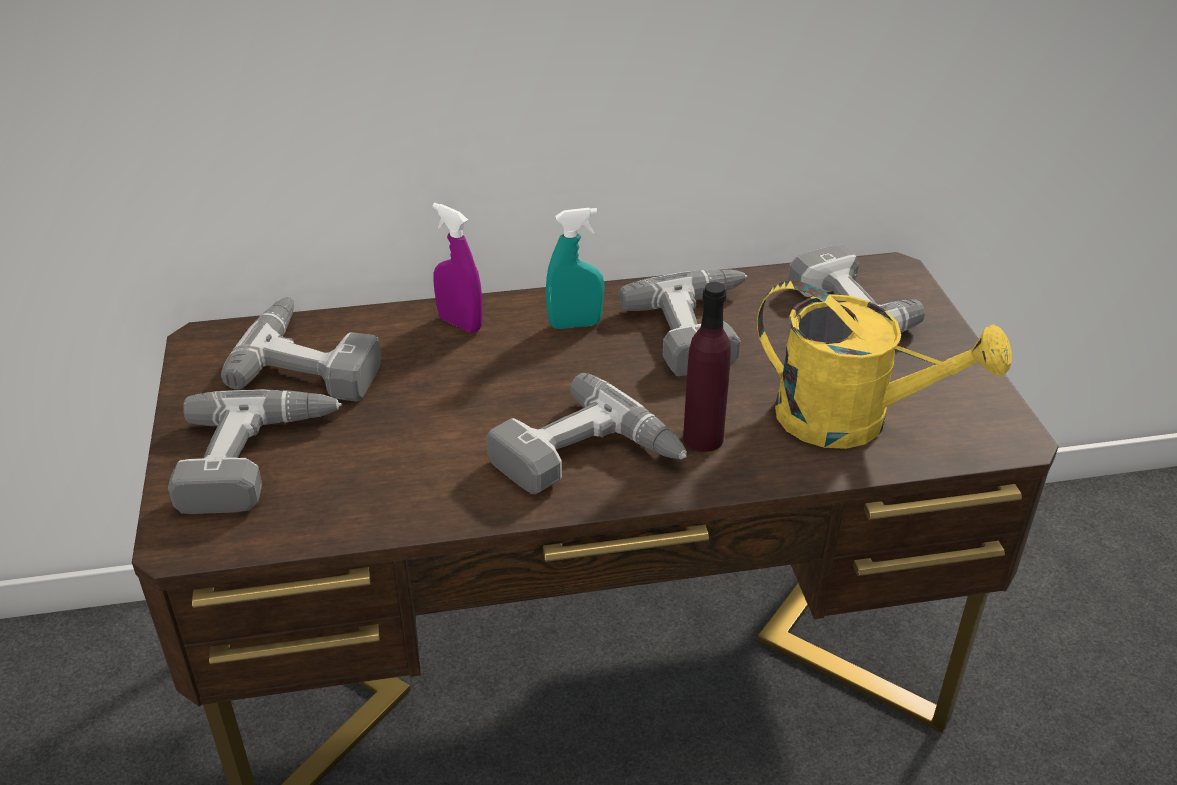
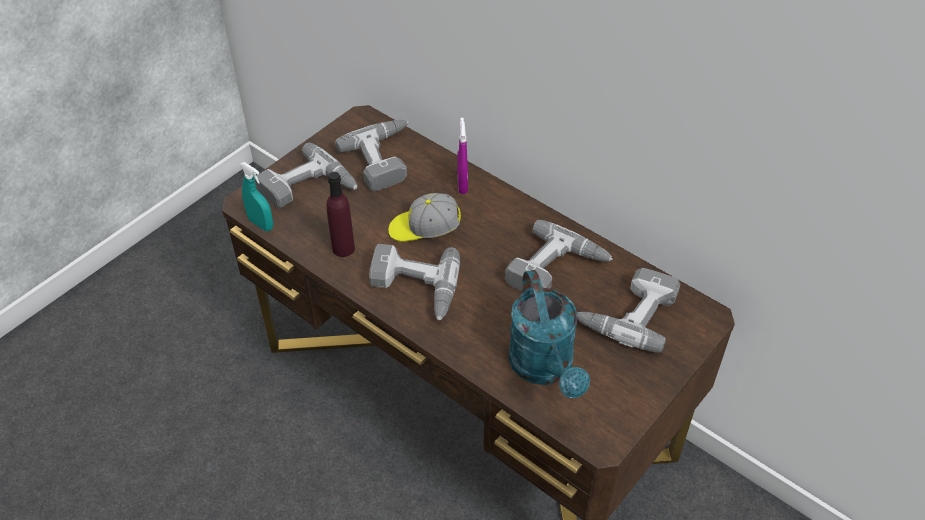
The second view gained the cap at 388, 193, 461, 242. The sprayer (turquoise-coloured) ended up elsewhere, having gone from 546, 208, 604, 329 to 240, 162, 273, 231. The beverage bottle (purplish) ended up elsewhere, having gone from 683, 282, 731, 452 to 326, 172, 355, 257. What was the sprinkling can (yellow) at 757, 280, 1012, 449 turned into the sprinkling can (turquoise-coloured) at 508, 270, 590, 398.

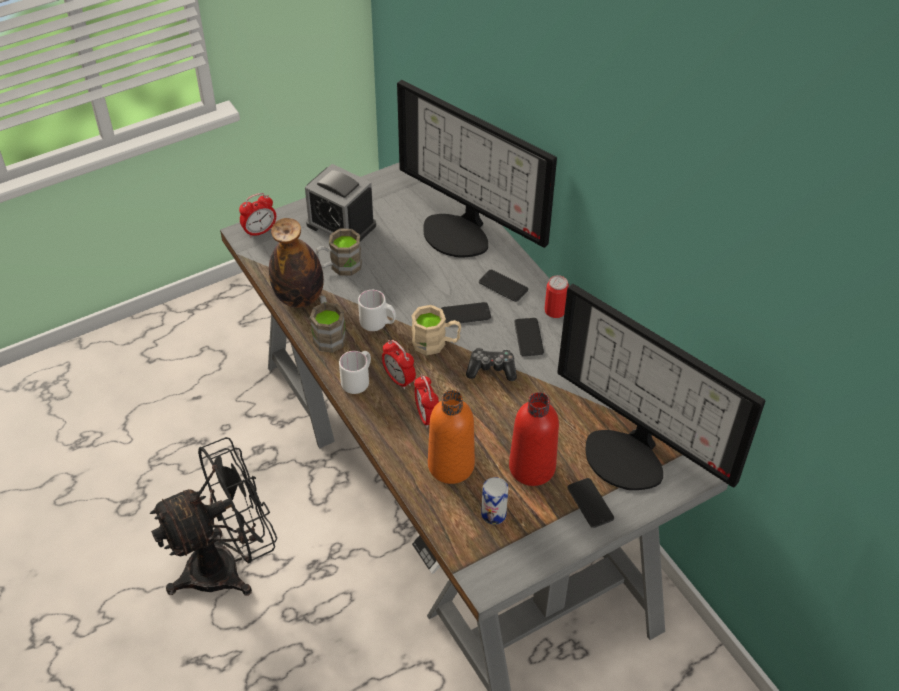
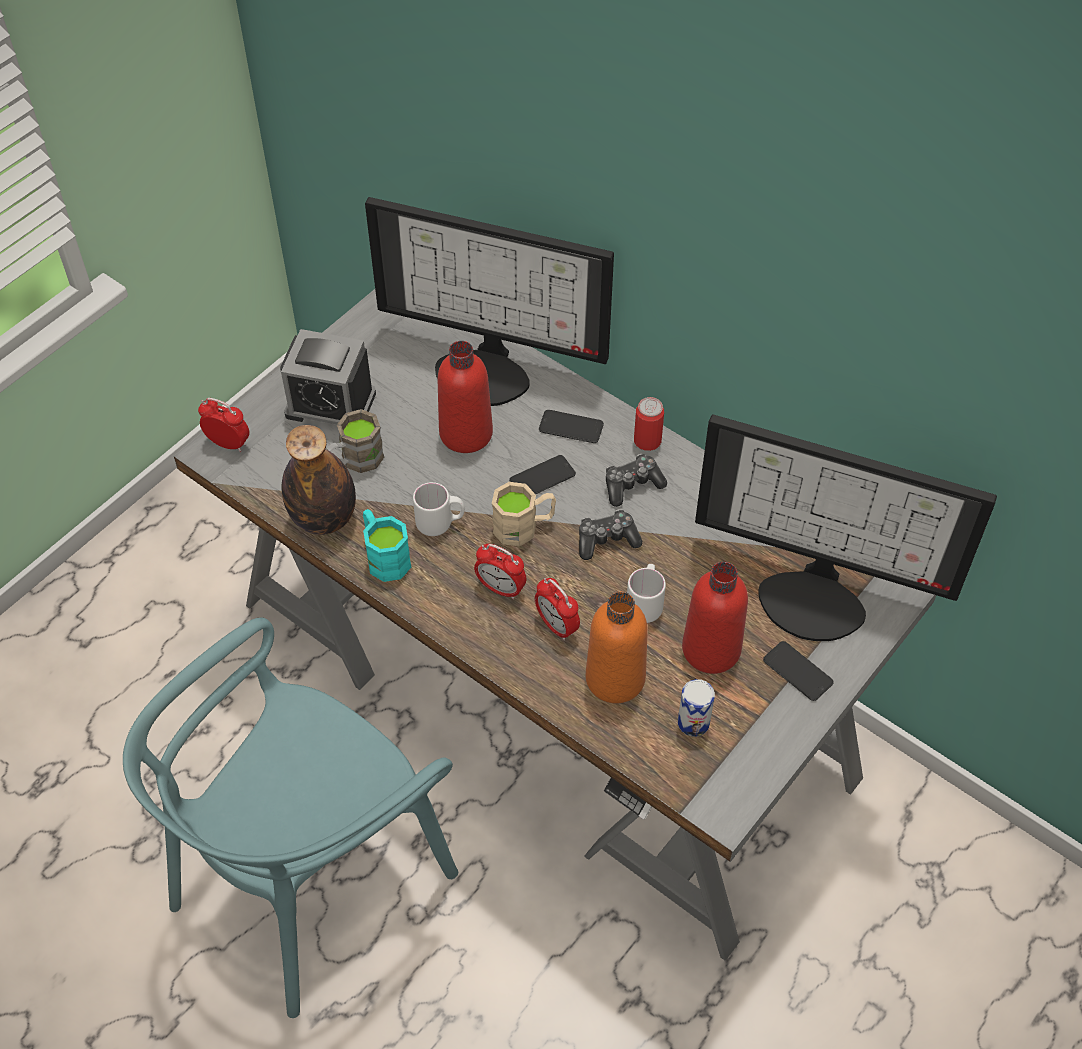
The second view gained the beverage bottle (red-coloured) at 437, 341, 493, 453. The tea mug (whitish) ended up elsewhere, having gone from 339, 351, 371, 394 to 627, 564, 666, 623. Where the electric fan (blackish) stood at 150, 437, 277, 595, the upright chair (turquoise-coloured) came to stand at 123, 618, 458, 1018. Where the phone stood at 514, 318, 544, 356, the joypad came to stand at 606, 454, 667, 507. What was the tea mug (brownish) at 310, 295, 346, 353 turned into the tea mug (turquoise-coloured) at 363, 509, 411, 582. The table clock at 239, 193, 276, 238 ended up facing another way, 105 degrees counterclockwise from before.

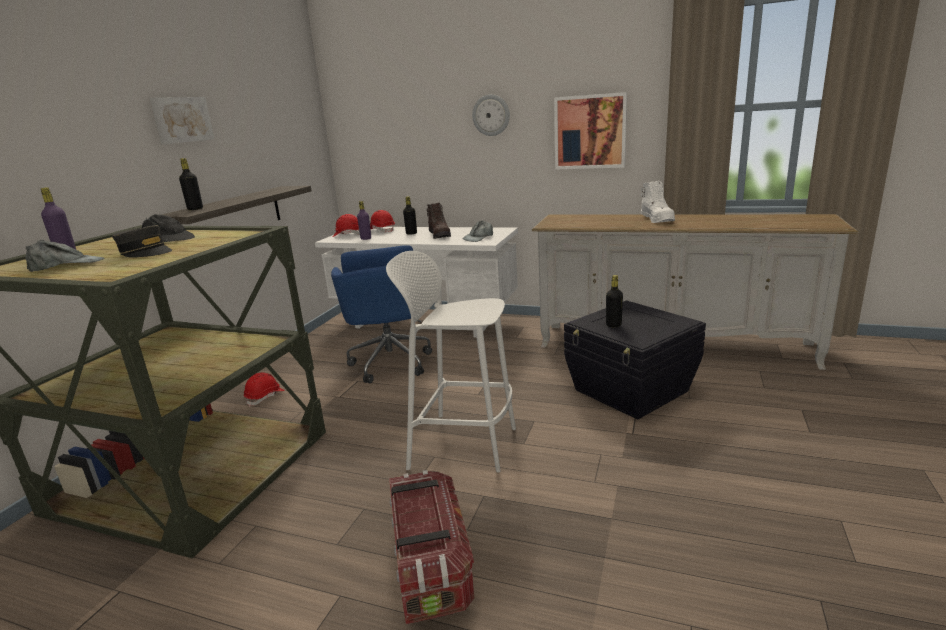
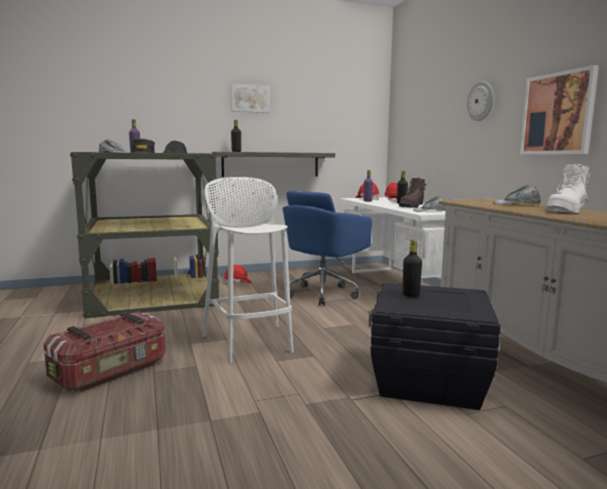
The second view gained the cap (gray) at 493, 185, 541, 205.

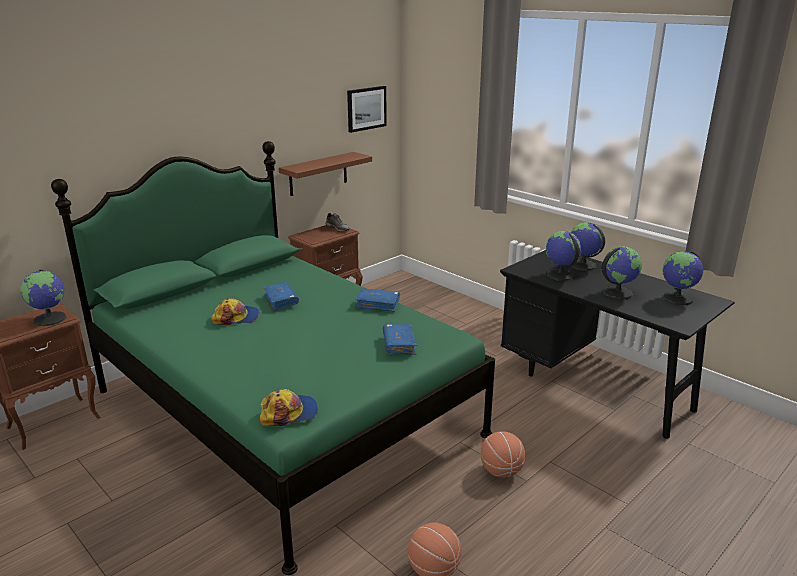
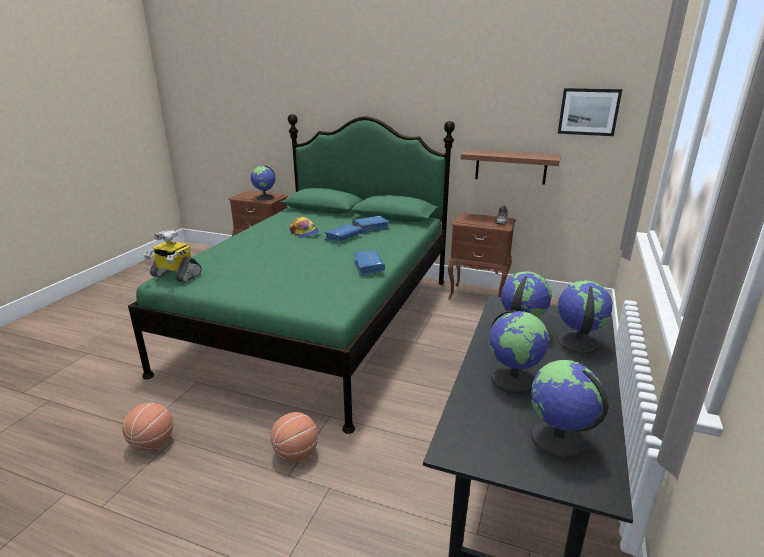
The book (blue-coloured) ended up elsewhere, having gone from 383, 324, 417, 355 to 353, 216, 389, 233. Where the cap stood at 259, 389, 318, 426, the robot figure came to stand at 144, 229, 202, 283.

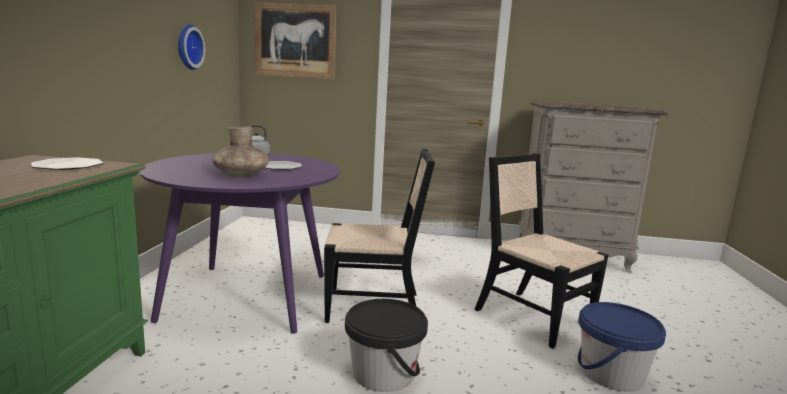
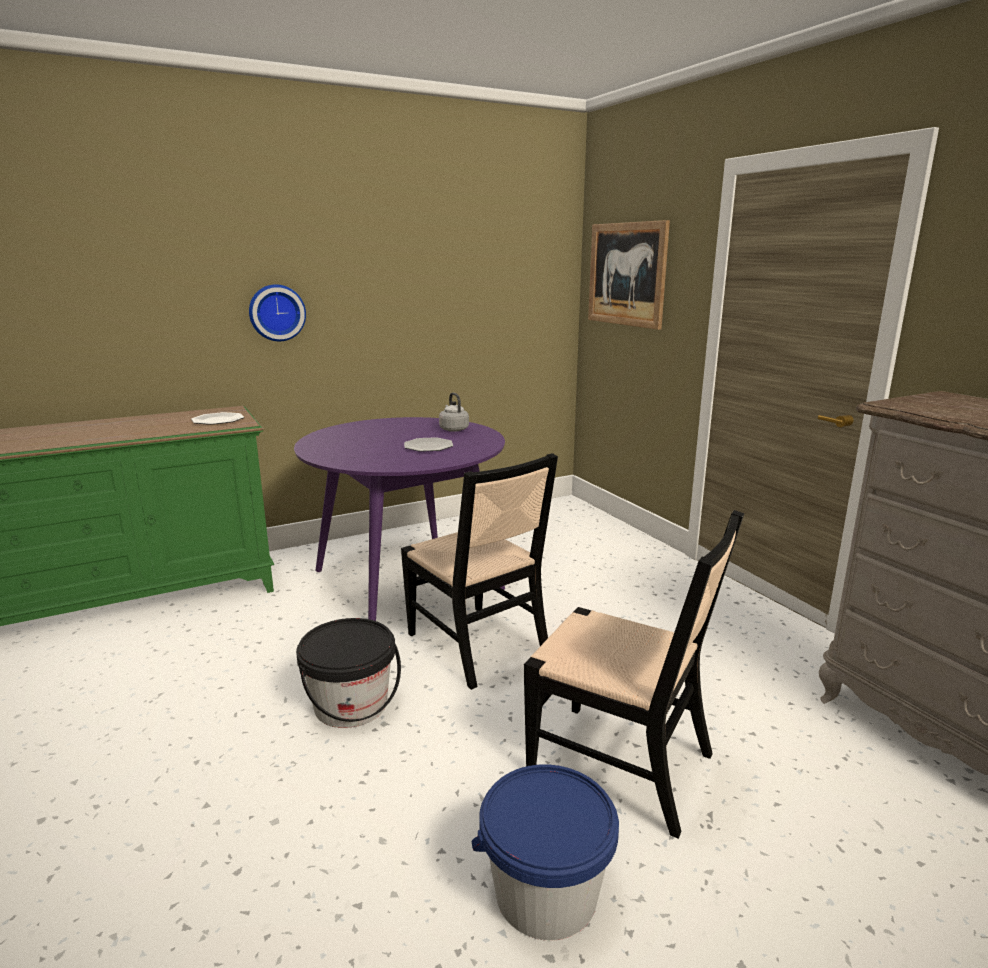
The second view lost the decorative vase (brownish) at 212, 126, 269, 177. The hanging clock ended up elsewhere, having gone from 178, 25, 205, 70 to 249, 284, 306, 341. The upright chair at 474, 153, 608, 349 ended up facing another way, 105 degrees clockwise from before.

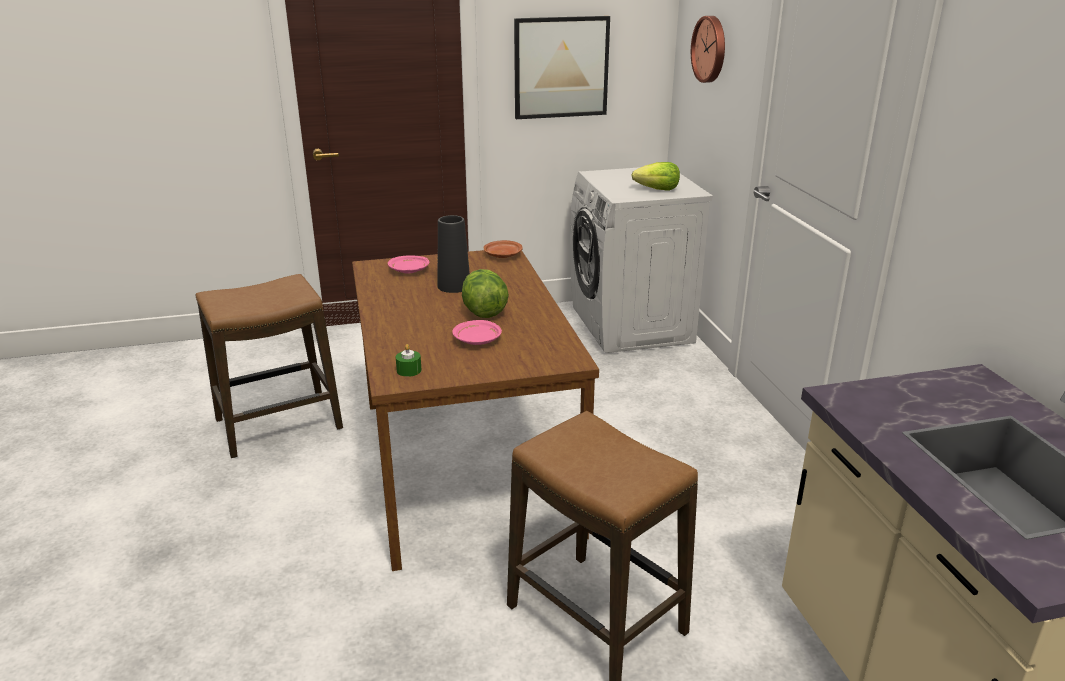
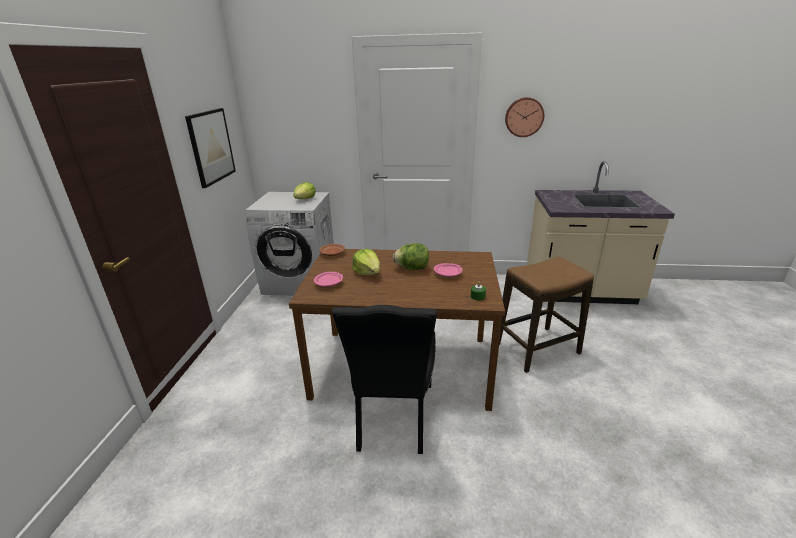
The second view lost the stool at 196, 274, 343, 458. The second view gained the upright chair (blackish) at 332, 305, 437, 454. The hanging clock ended up elsewhere, having gone from 691, 16, 725, 83 to 505, 97, 544, 137. Where the decorative vase (blackish) stood at 438, 215, 470, 293, the head of lettuce came to stand at 352, 249, 380, 275.

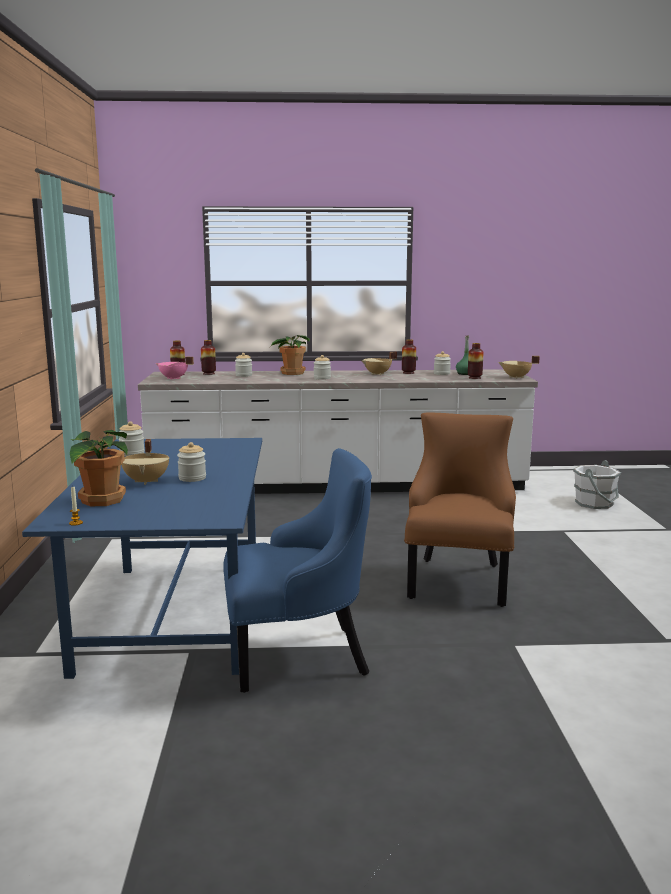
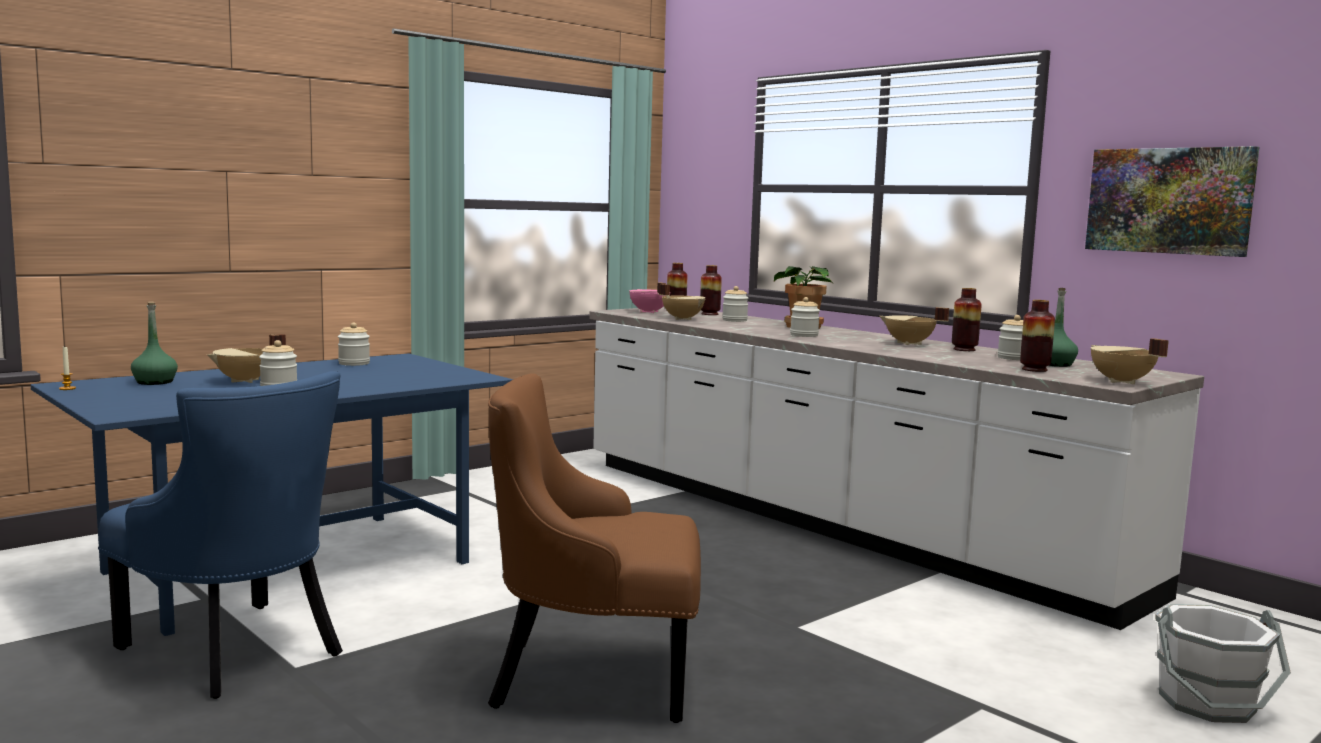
The second view gained the stockpot (beige) at 659, 284, 705, 320. The second view gained the wall art at 1085, 146, 1259, 257. Where the plant in a pot stood at 70, 430, 128, 506, the beverage bottle (greenish) came to stand at 131, 301, 178, 385. The upright chair (brownish) at 404, 413, 516, 607 ended up facing another way, 150 degrees counterclockwise from before.

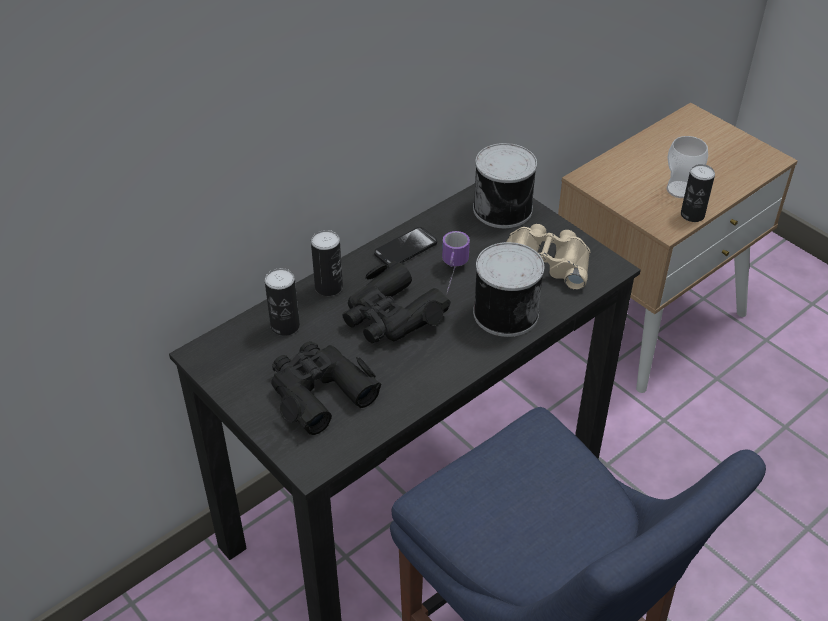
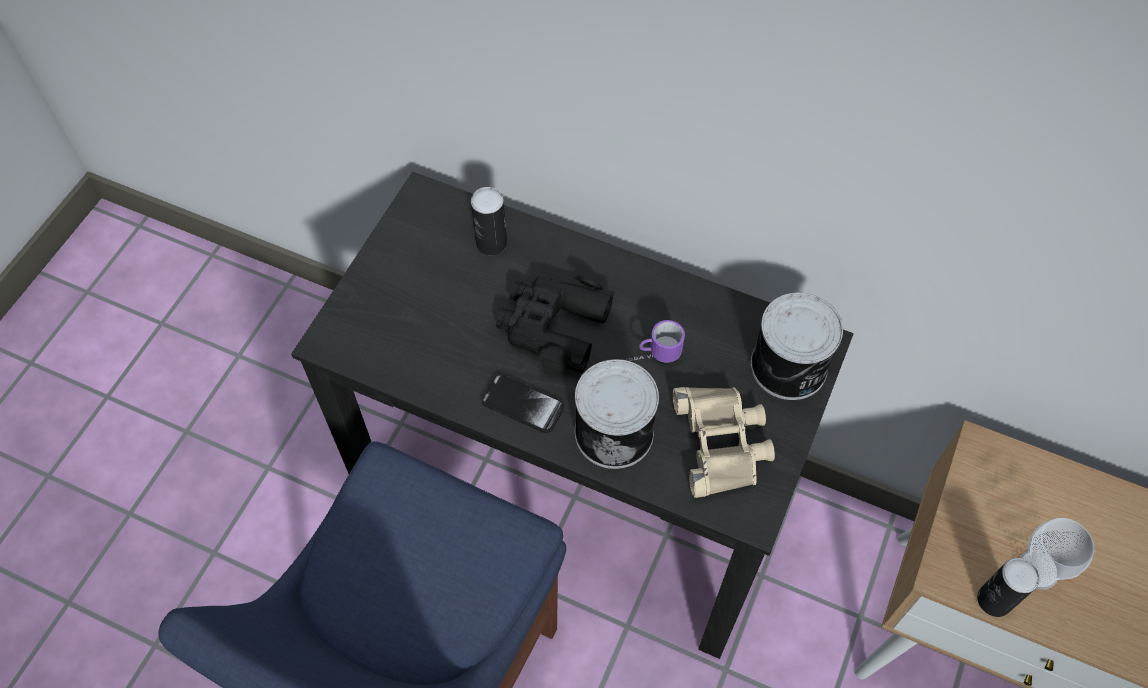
The second view lost the pair of binoculars (blackish) at 271, 341, 381, 435. The second view lost the can at 311, 230, 343, 296. The phone ended up elsewhere, having gone from 374, 227, 437, 265 to 481, 374, 564, 433.

